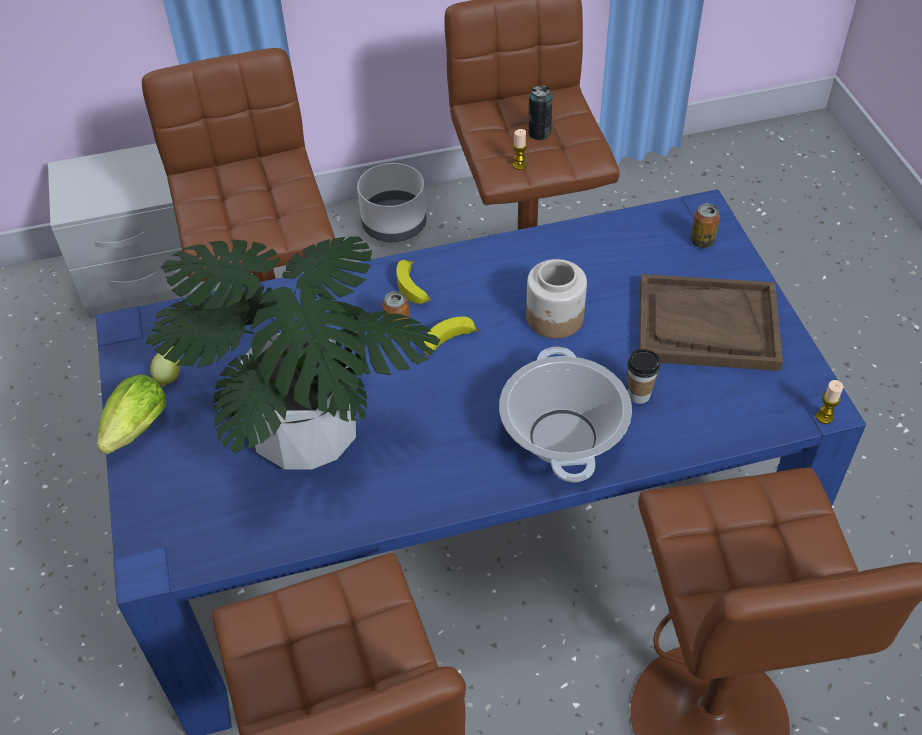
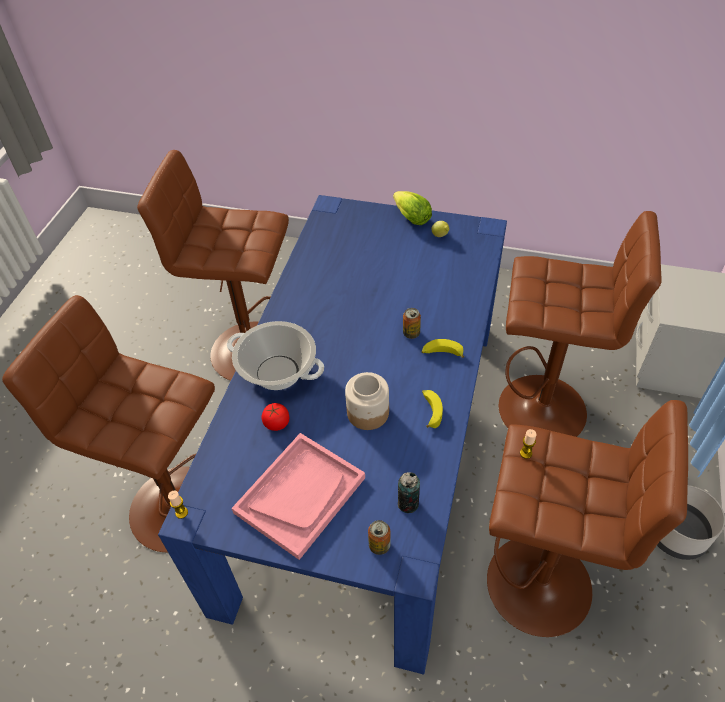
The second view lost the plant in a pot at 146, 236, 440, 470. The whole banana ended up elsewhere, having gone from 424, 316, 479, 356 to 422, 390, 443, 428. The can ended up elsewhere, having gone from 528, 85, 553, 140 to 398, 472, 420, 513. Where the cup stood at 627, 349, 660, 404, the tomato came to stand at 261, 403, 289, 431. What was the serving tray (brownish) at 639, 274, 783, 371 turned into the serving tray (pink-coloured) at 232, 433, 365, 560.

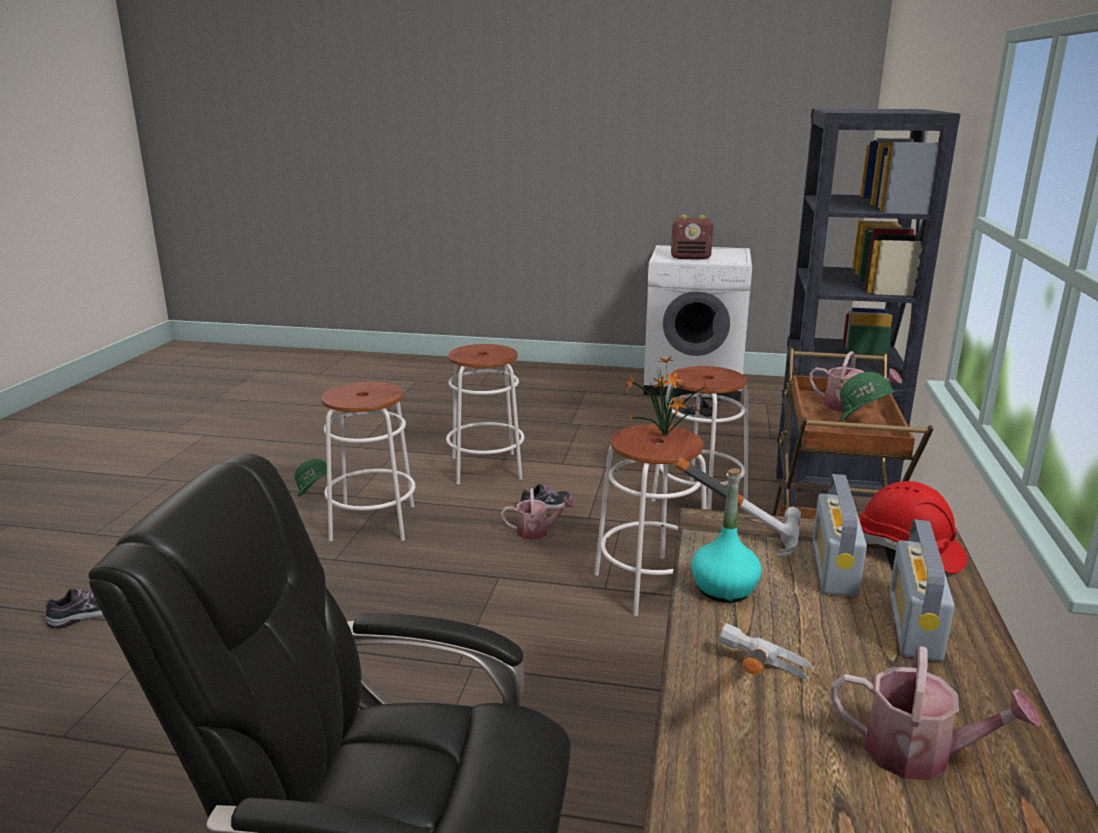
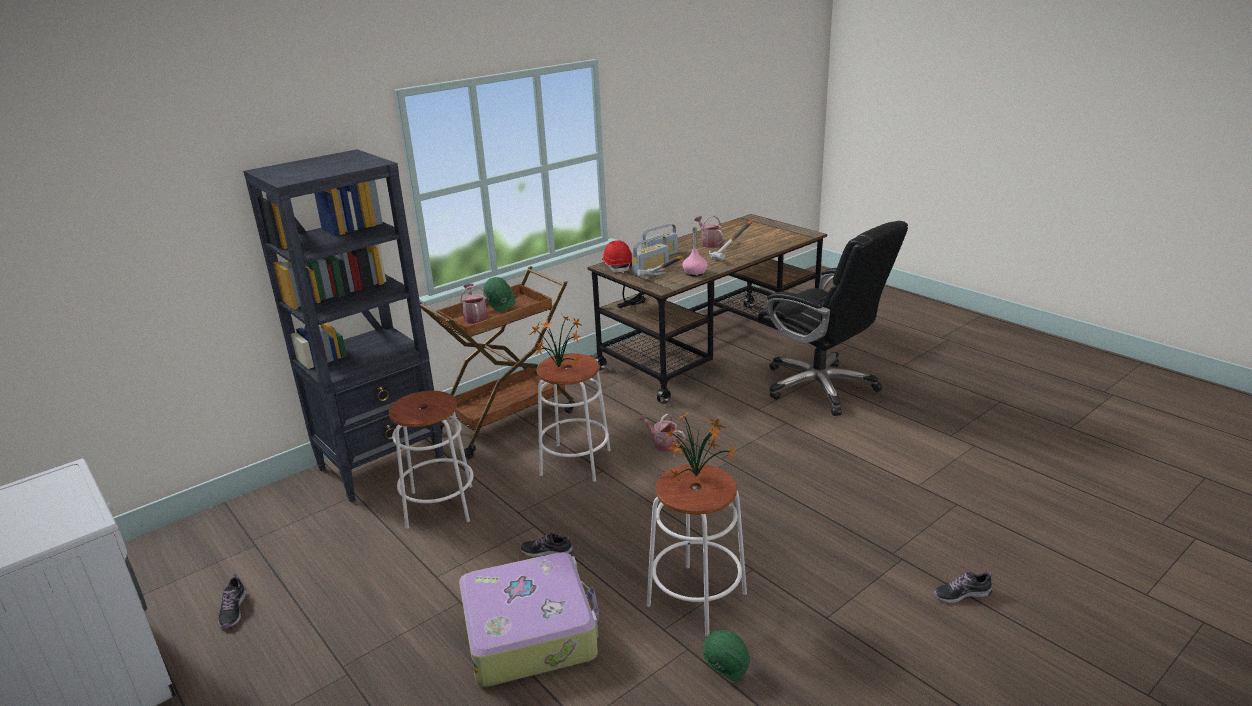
The second view lost the radio at 671, 215, 713, 259. The second view gained the plant in a pot at 666, 412, 738, 483. The sprinkling can ended up elsewhere, having gone from 501, 489, 575, 540 to 638, 413, 686, 451. Where the stool (whitish) stood at 446, 344, 525, 484, the travel case came to stand at 459, 552, 599, 687. What was the beverage bottle (turquoise-coloured) at 691, 468, 762, 603 turned into the beverage bottle (pink-coloured) at 682, 227, 708, 277.

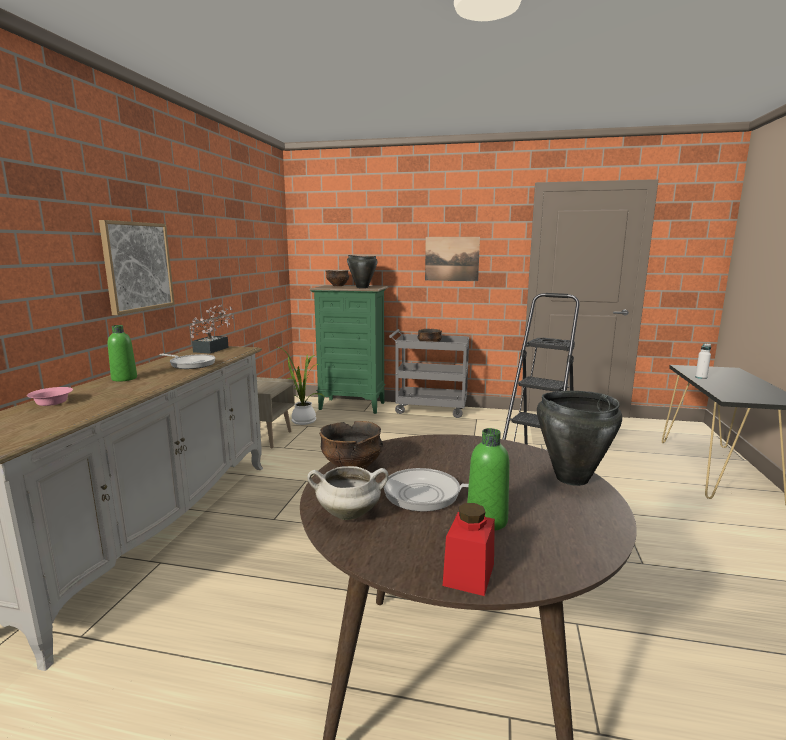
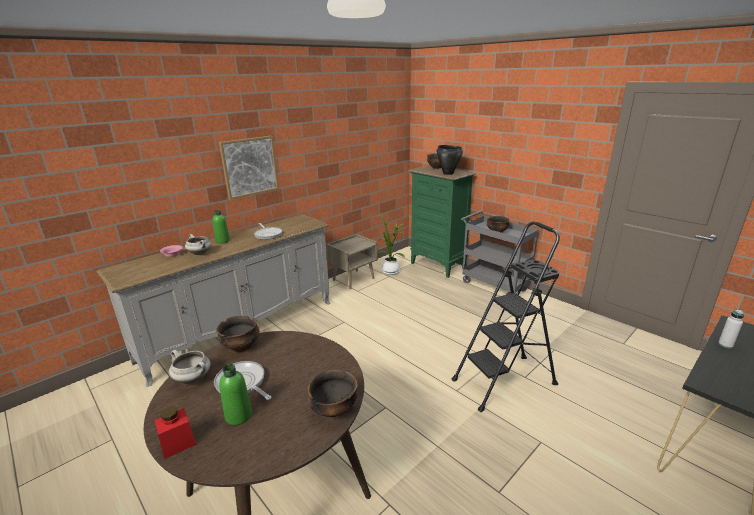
The second view lost the plant in a pot at 190, 305, 235, 354. The second view lost the wall art at 425, 237, 480, 281. The second view gained the stockpot (whitish) at 185, 234, 211, 255. Where the stockpot (blackish) stood at 537, 391, 622, 486, the serving bowl came to stand at 308, 369, 358, 417.

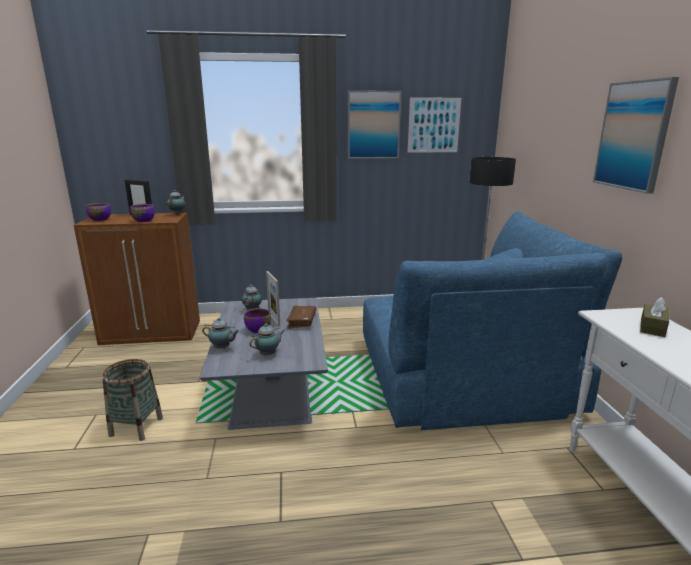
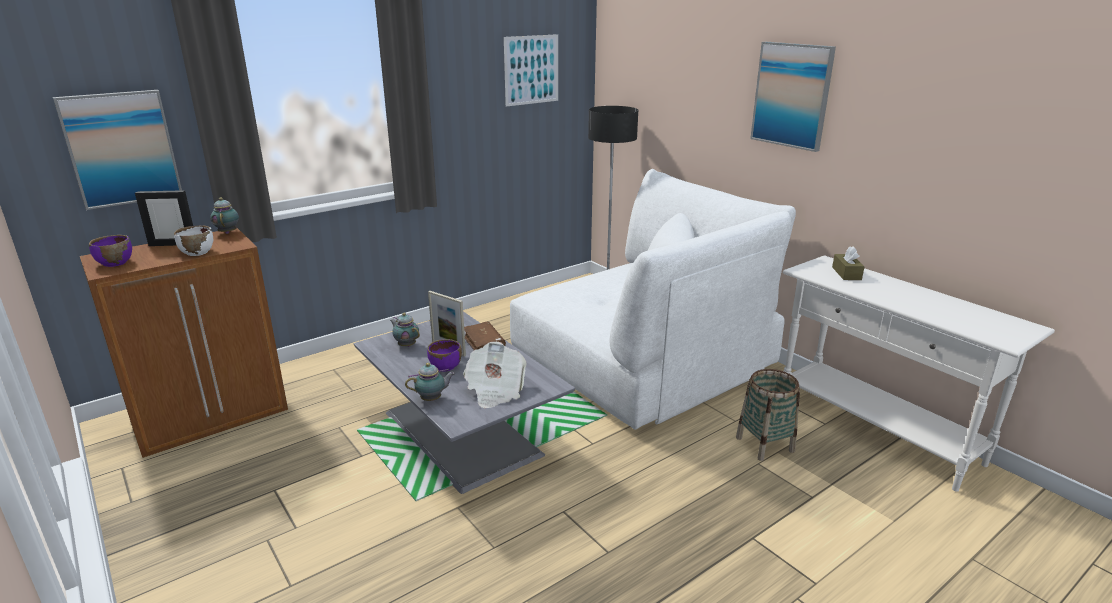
The basket ended up elsewhere, having gone from 103, 359, 163, 441 to 736, 369, 800, 461. The wall art ended up elsewhere, having gone from 348, 90, 401, 159 to 53, 90, 182, 210. Where the pot for tea stood at 249, 324, 285, 356, the newspaper came to stand at 463, 342, 527, 408. What was the serving bowl (purplish) at 130, 204, 155, 222 turned into the serving bowl (whitish) at 174, 226, 213, 256. What was the settee (blue-coloured) at 363, 212, 622, 430 turned into the settee (whitish) at 510, 169, 796, 430.

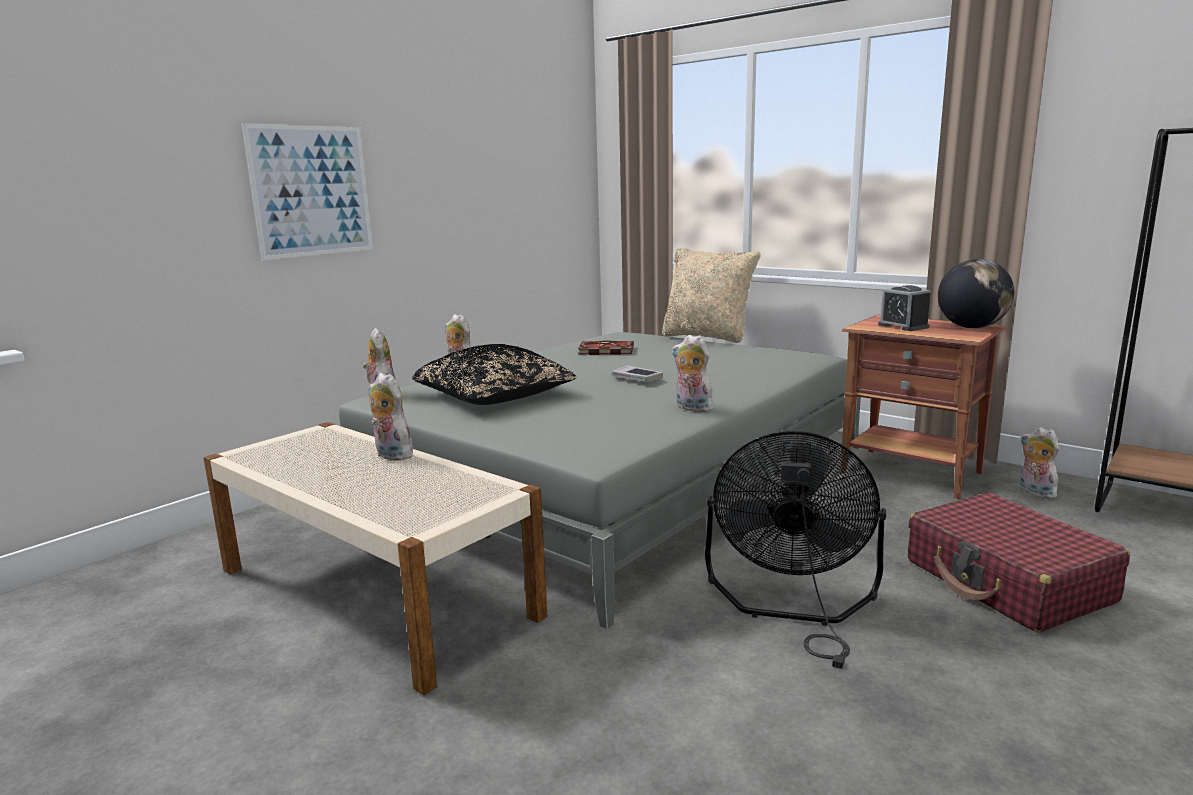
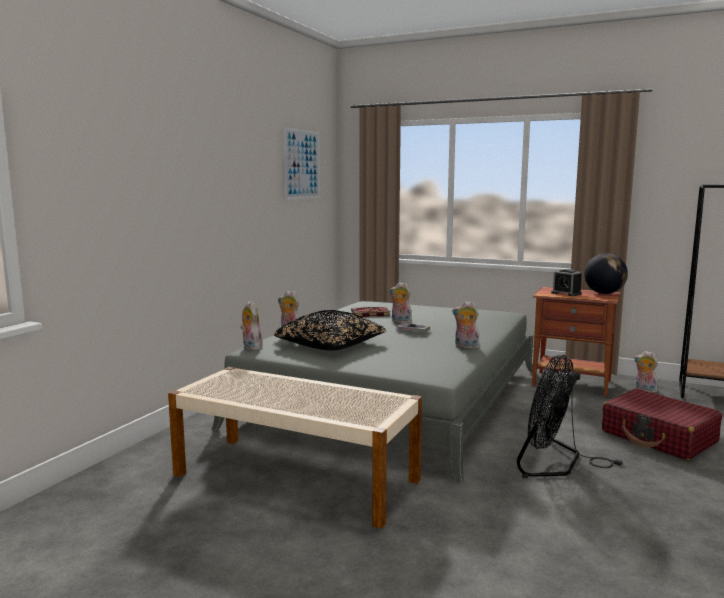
The second view lost the cushion (beige) at 662, 248, 761, 343. The wall art ended up elsewhere, having gone from 242, 123, 373, 260 to 283, 127, 320, 200. The soft toy ended up elsewhere, having gone from 369, 373, 413, 461 to 389, 282, 412, 323. The electric fan (blackish) at 705, 431, 886, 669 ended up facing another way, 60 degrees counterclockwise from before.

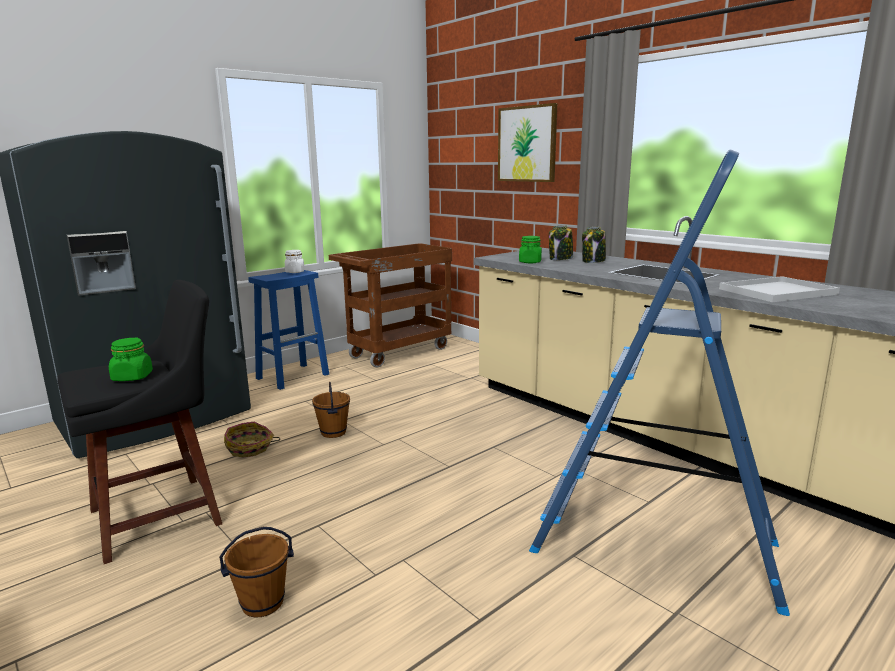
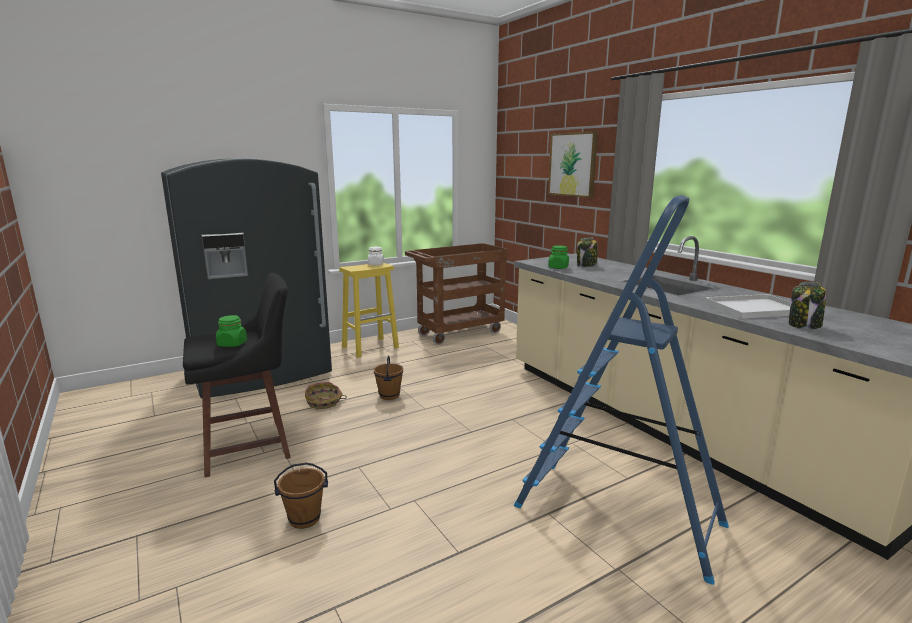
The jar ended up elsewhere, having gone from 582, 227, 606, 263 to 789, 282, 826, 329. What was the stool (blue-coloured) at 248, 270, 329, 390 turned into the stool (yellow) at 339, 263, 399, 358.

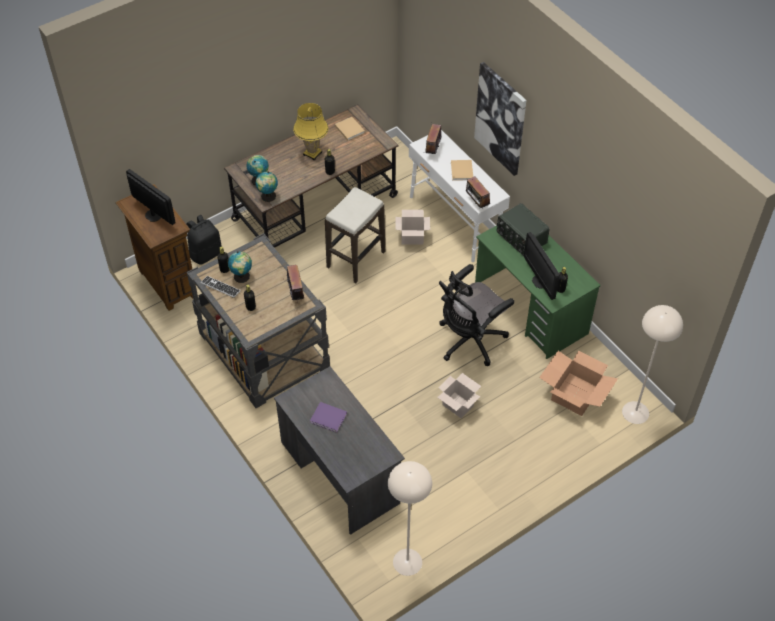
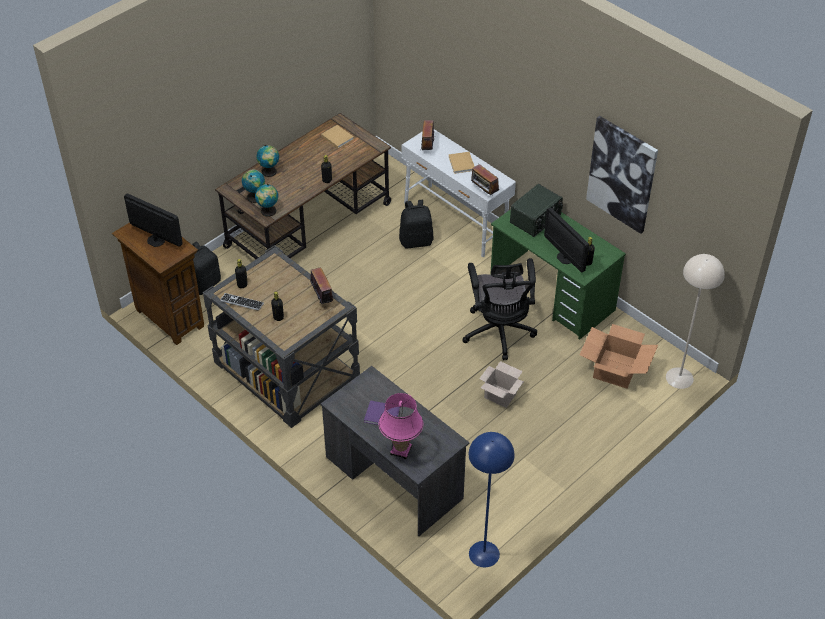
The second view lost the lamp for a table (yellow) at 293, 103, 329, 160. The second view lost the stool at 325, 187, 385, 283. The second view gained the lamp for a table (pink-coloured) at 379, 393, 423, 460. The desk globe ended up elsewhere, having gone from 228, 251, 252, 283 to 256, 145, 279, 177. The wall art ended up elsewhere, having gone from 474, 62, 527, 176 to 586, 116, 658, 234. Where the packing box stood at 396, 210, 430, 244, the backpack (blackish) came to stand at 399, 200, 434, 248. What was the standing lamp (beige) at 388, 461, 432, 576 turned into the standing lamp (blue-coloured) at 469, 432, 515, 567. The computer chair at 439, 264, 514, 366 ended up facing another way, 45 degrees counterclockwise from before. The radio at 497, 203, 550, 256 ended up facing another way, 90 degrees counterclockwise from before.

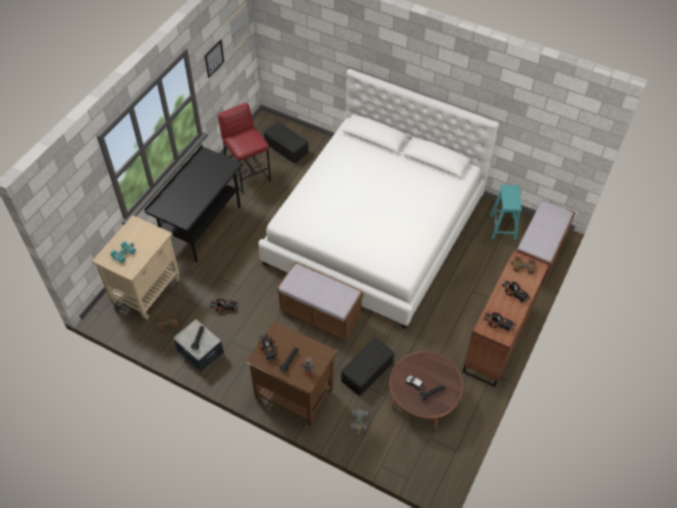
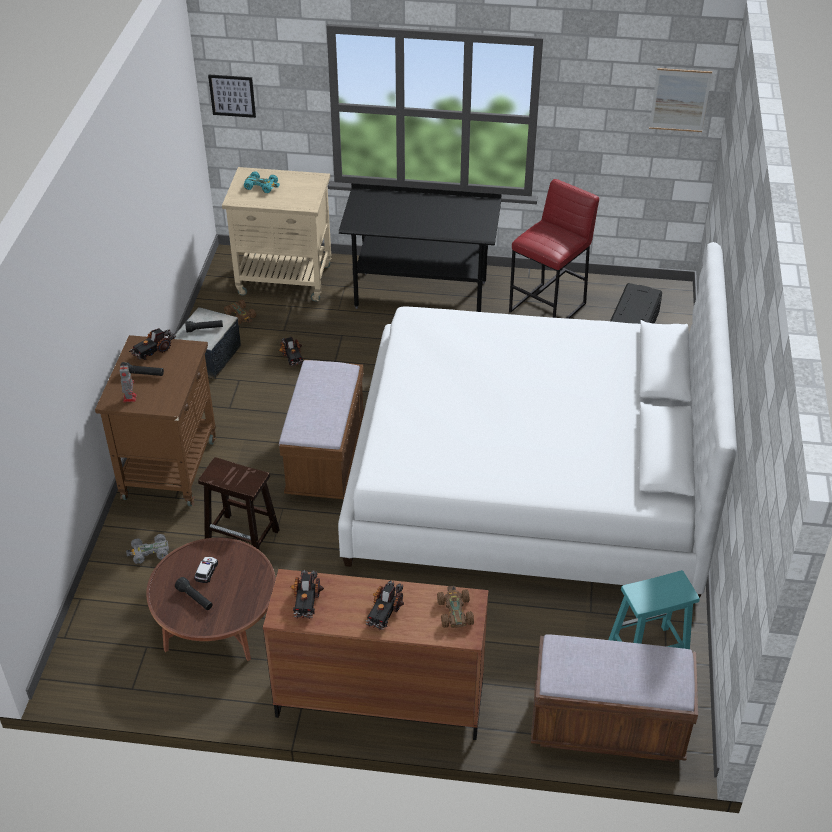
The wall art ended up elsewhere, having gone from 205, 39, 224, 78 to 208, 75, 256, 118. Where the storage box (blackish) stood at 341, 339, 394, 396, the stool (brownish) came to stand at 198, 457, 280, 550.

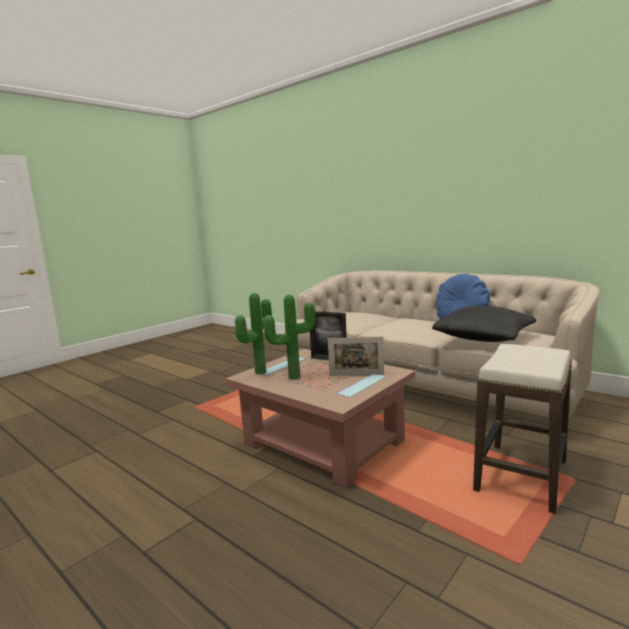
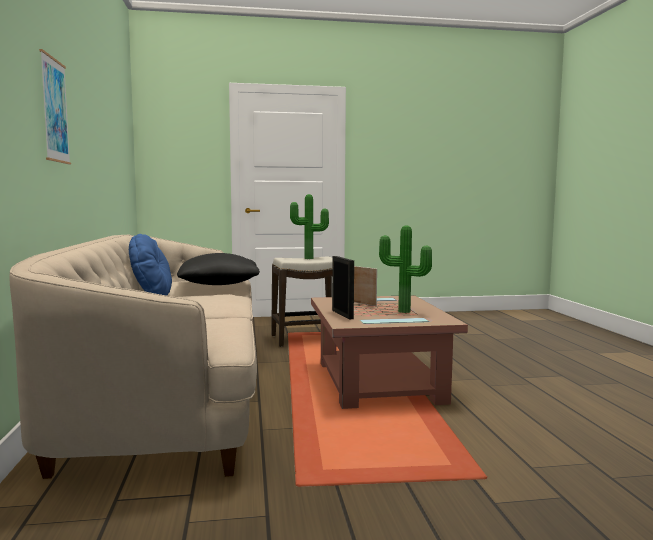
The second view gained the wall art at 39, 49, 71, 164. The plant in a pot ended up elsewhere, having gone from 235, 293, 272, 375 to 290, 194, 329, 259.

